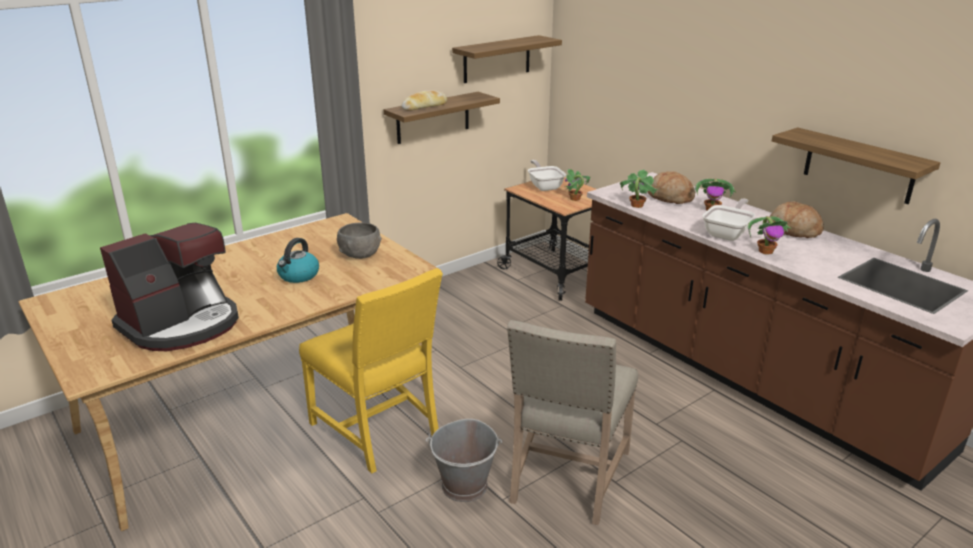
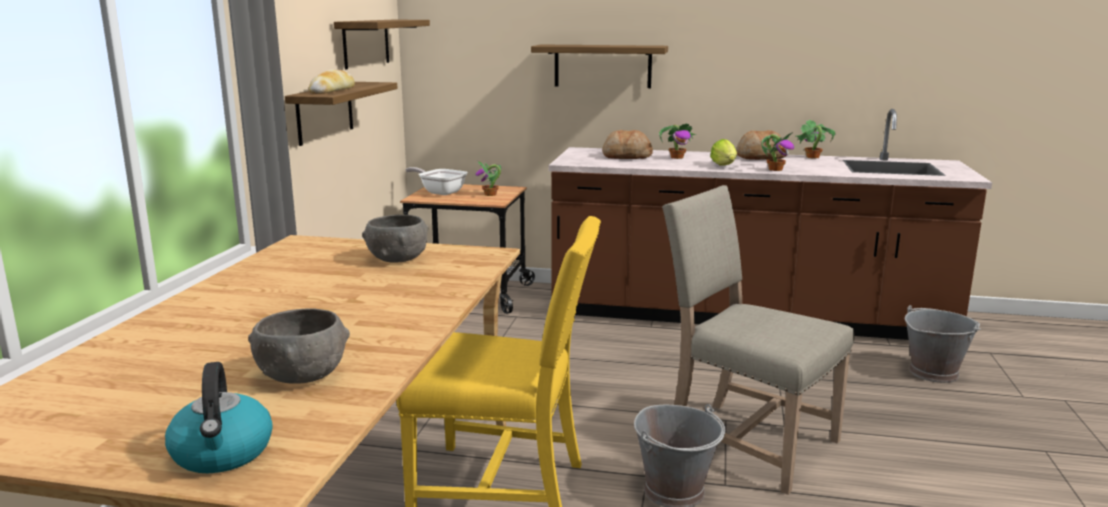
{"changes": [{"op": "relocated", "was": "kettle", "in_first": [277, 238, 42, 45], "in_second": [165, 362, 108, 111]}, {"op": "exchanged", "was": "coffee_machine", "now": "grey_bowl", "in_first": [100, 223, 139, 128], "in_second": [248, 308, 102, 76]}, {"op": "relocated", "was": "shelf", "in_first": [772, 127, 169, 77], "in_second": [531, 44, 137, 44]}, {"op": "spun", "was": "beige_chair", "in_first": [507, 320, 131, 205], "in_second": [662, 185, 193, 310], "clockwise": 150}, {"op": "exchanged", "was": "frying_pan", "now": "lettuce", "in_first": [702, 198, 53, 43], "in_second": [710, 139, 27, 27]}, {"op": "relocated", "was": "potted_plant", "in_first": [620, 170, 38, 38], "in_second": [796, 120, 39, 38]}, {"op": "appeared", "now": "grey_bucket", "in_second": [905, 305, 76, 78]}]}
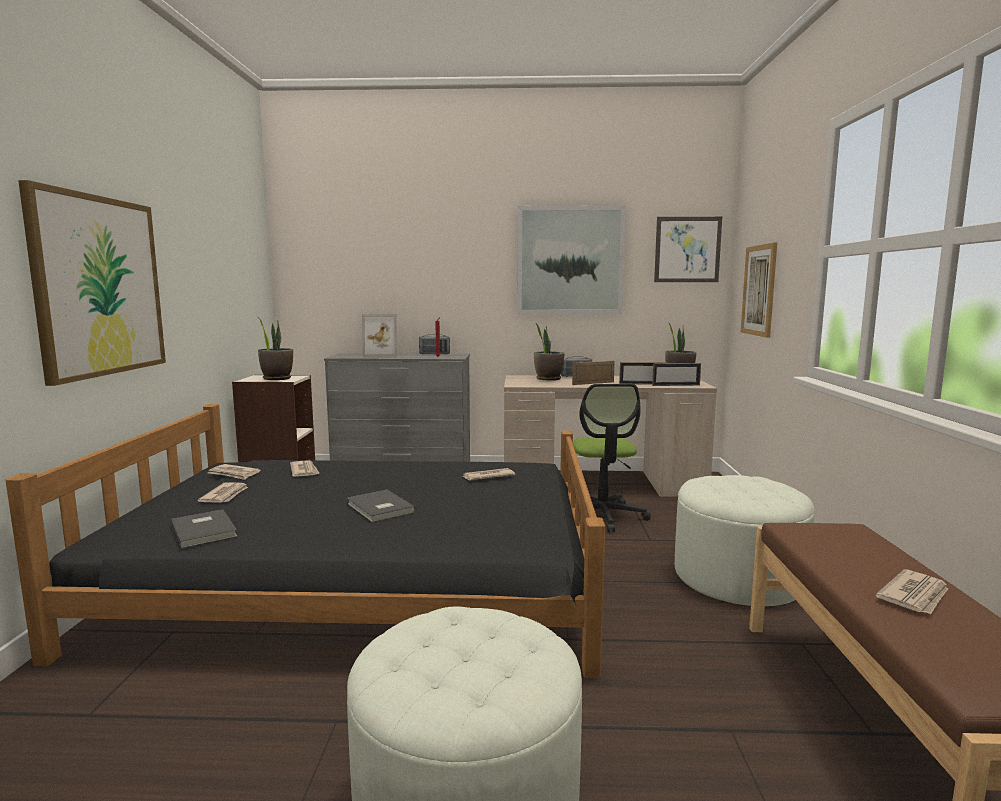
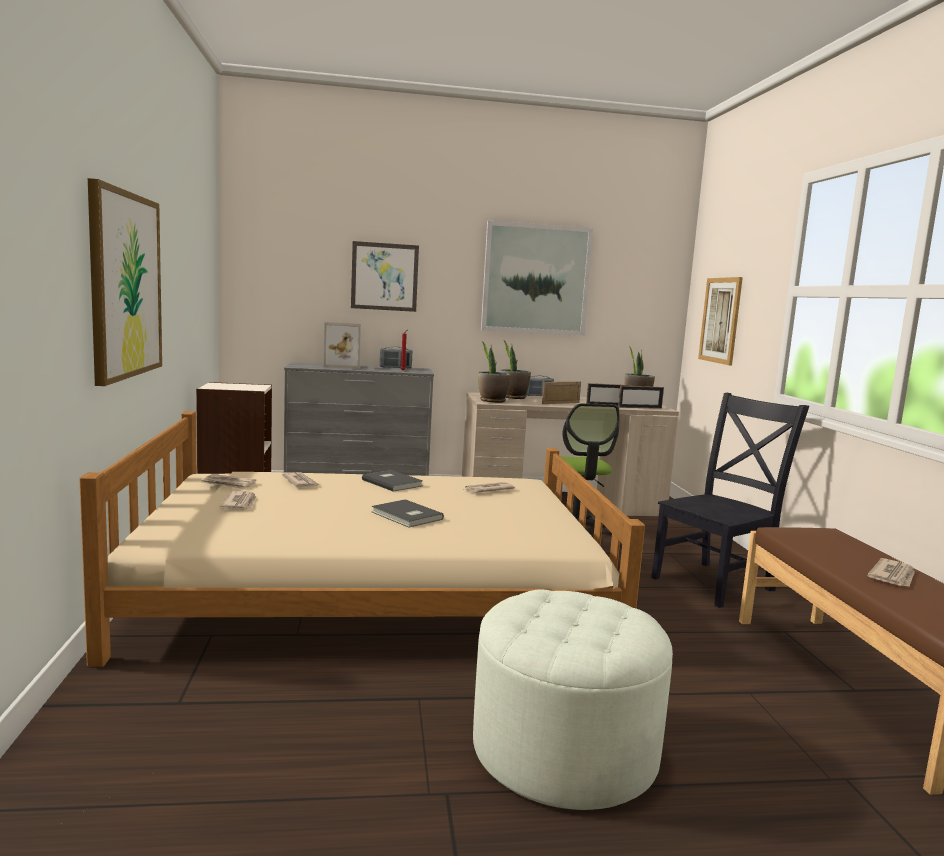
{"changes": [{"op": "colour", "was": "black_bed", "now": "beige_bed", "in_first": [6, 404, 599, 274], "in_second": [79, 411, 566, 256]}, {"op": "relocated", "was": "picture", "in_first": [654, 217, 68, 65], "in_second": [351, 241, 68, 71]}, {"op": "relocated", "was": "grey_book", "in_first": [170, 510, 68, 39], "in_second": [362, 470, 61, 21]}, {"op": "relocated", "was": "potted_plant", "in_first": [258, 317, 35, 63], "in_second": [478, 341, 33, 62]}, {"op": "exchanged", "was": "white_ottoman", "now": "black_chair", "in_first": [675, 475, 139, 131], "in_second": [651, 393, 158, 215]}]}
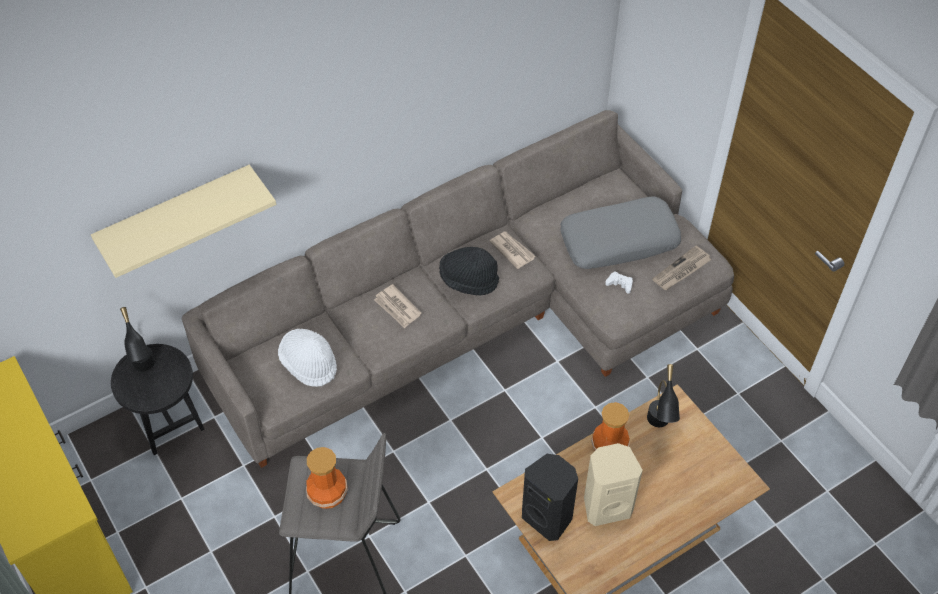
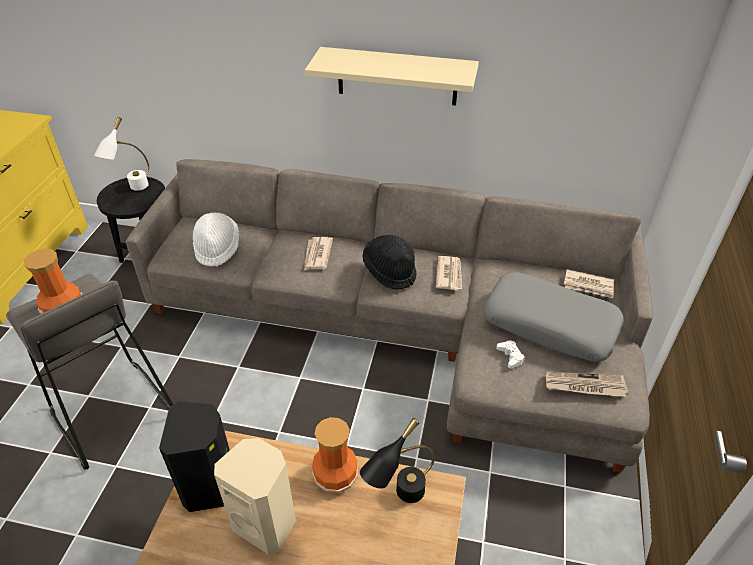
{"changes": [{"op": "colour", "was": "black_table_lamp", "now": "white_table_lamp", "in_first": [120, 307, 35, 65], "in_second": [94, 117, 55, 74]}, {"op": "relocated", "was": "beige_shelf", "in_first": [91, 165, 185, 113], "in_second": [305, 47, 174, 58]}, {"op": "appeared", "now": "newspaper", "in_second": [564, 269, 50, 29]}]}
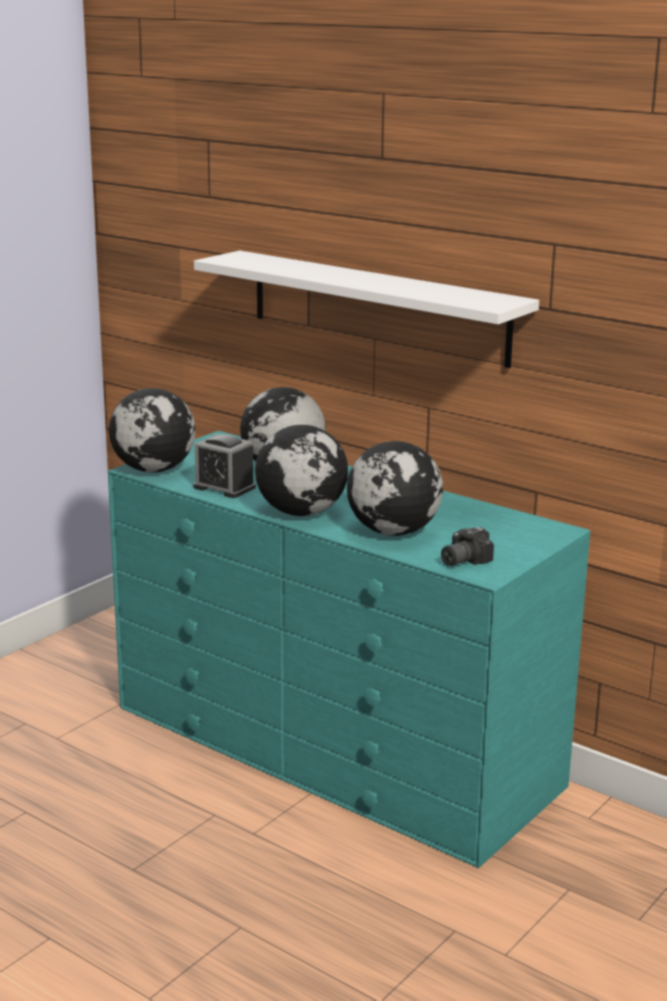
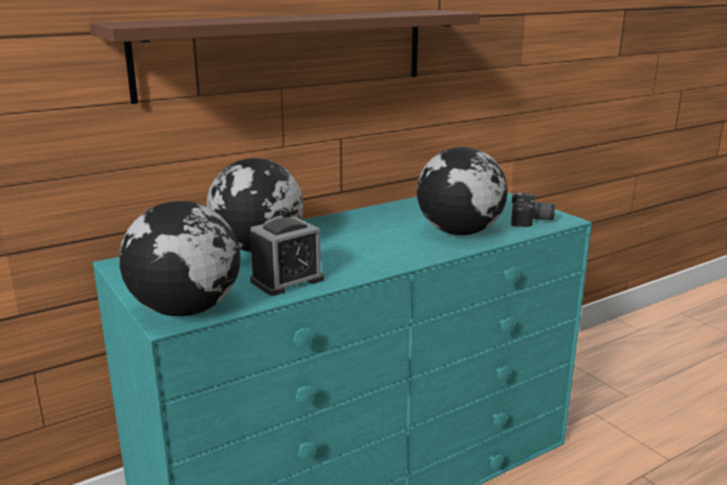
{"changes": [{"op": "colour", "was": "white_shelf", "now": "brown_shelf", "in_first": [194, 251, 345, 117], "in_second": [90, 10, 390, 94]}, {"op": "spun", "was": "photo_camera", "in_first": [441, 527, 53, 39], "in_second": [511, 192, 44, 35], "clockwise": -60}, {"op": "missing", "was": "globe", "in_first": [255, 425, 93, 91]}]}
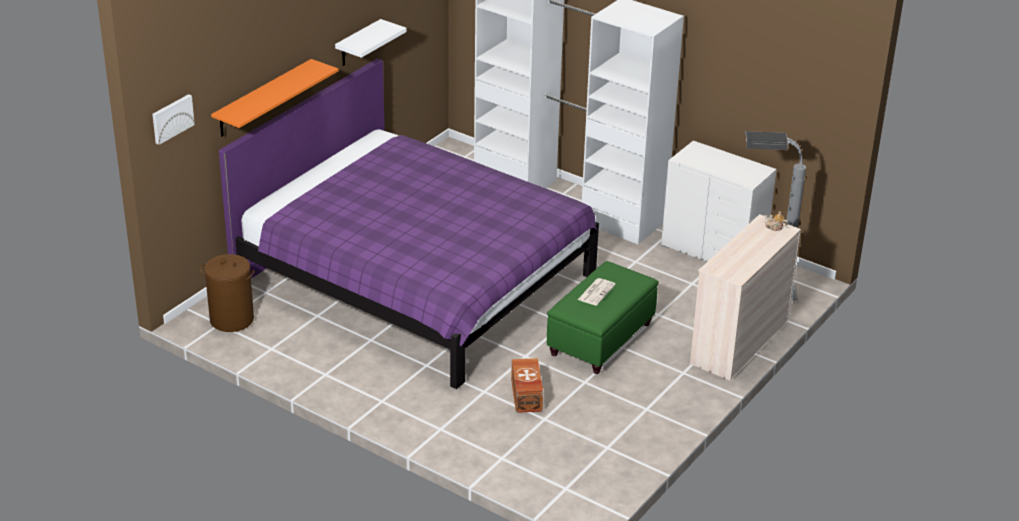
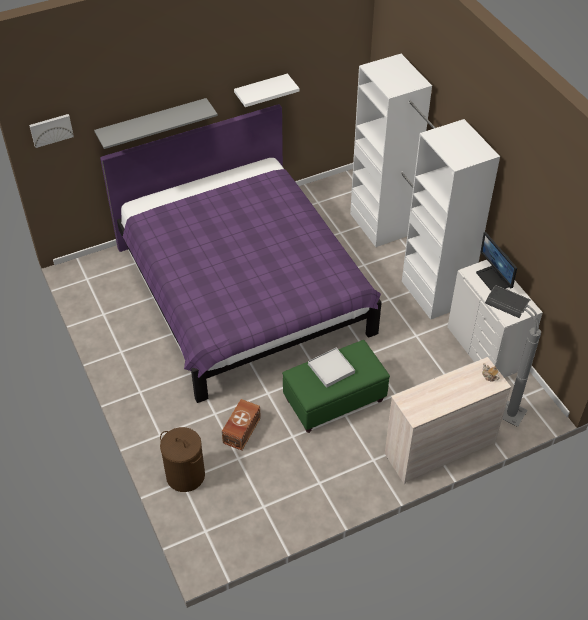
{"changes": [{"op": "colour", "was": "orange_shelf", "now": "grey_shelf", "in_first": [211, 59, 128, 78], "in_second": [94, 98, 124, 51]}, {"op": "relocated", "was": "brown_laundry_basket", "in_first": [200, 254, 55, 78], "in_second": [160, 427, 45, 65]}, {"op": "exchanged", "was": "newspaper", "now": "white_tray", "in_first": [578, 278, 38, 28], "in_second": [308, 348, 47, 40]}, {"op": "appeared", "now": "monitor", "in_second": [476, 232, 41, 59]}]}
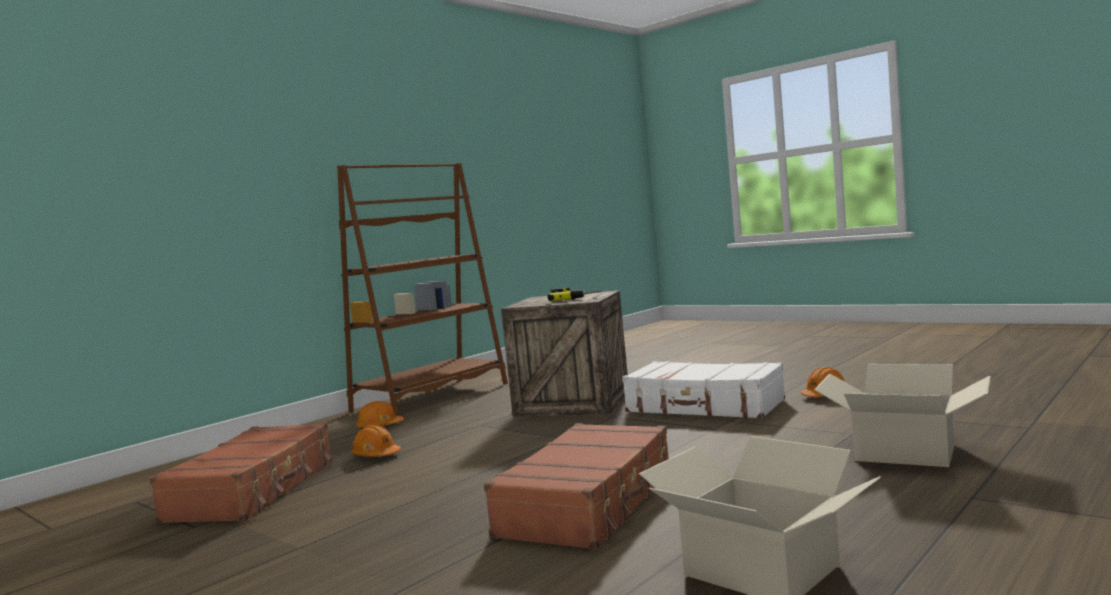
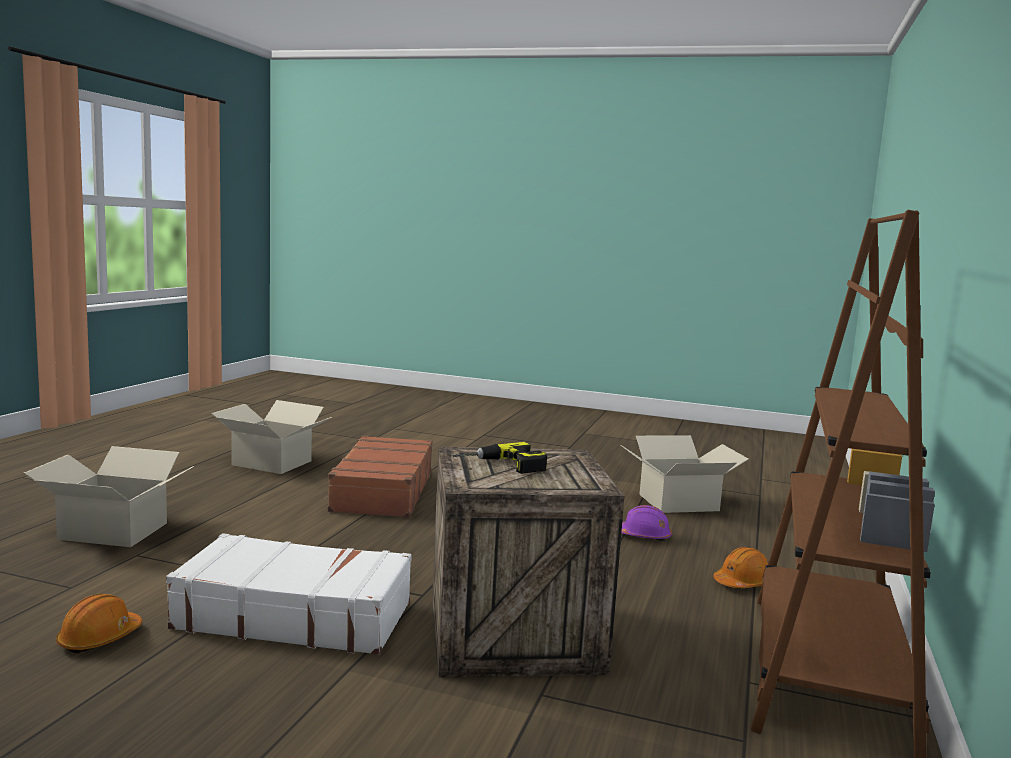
{"changes": [{"op": "exchanged", "was": "brown_suitcase", "now": "cardboard_box", "in_first": [149, 423, 183, 101], "in_second": [621, 435, 128, 78]}, {"op": "colour", "was": "orange_hard_hat", "now": "purple_hard_hat", "in_first": [351, 425, 50, 32], "in_second": [621, 505, 51, 36]}]}
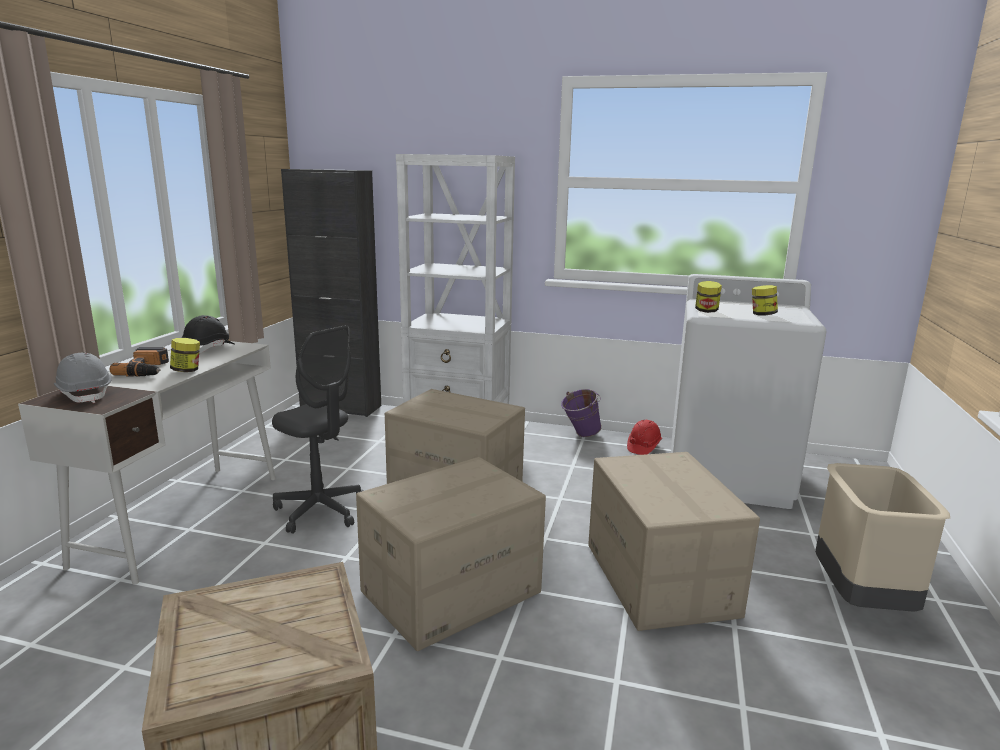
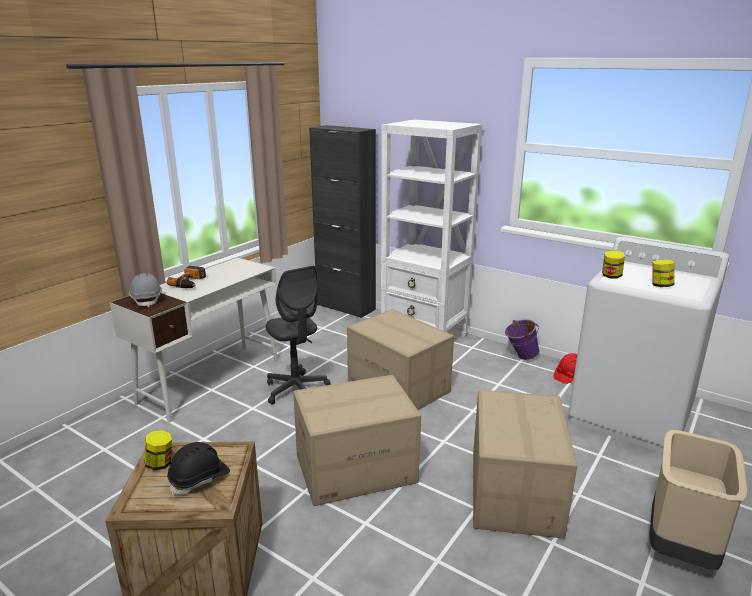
{"changes": [{"op": "relocated", "was": "jar", "in_first": [170, 338, 30, 34], "in_second": [144, 430, 28, 40]}, {"op": "relocated", "was": "black_hard_hat", "in_first": [182, 315, 52, 39], "in_second": [167, 442, 63, 53]}]}
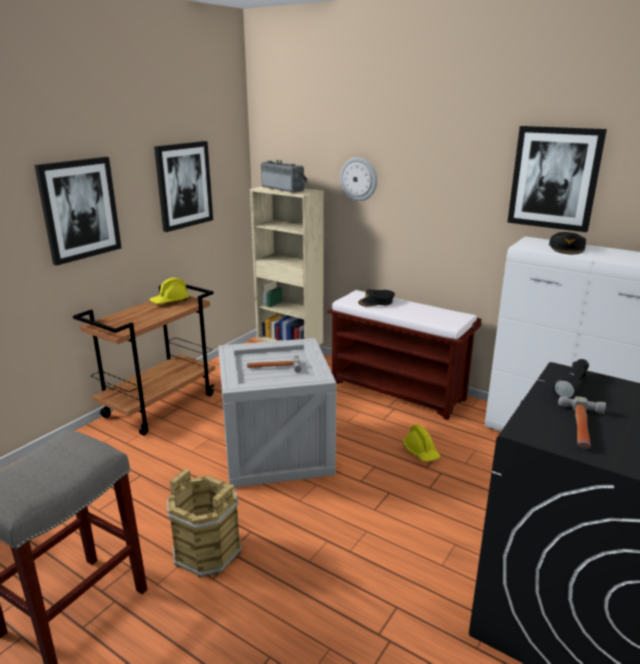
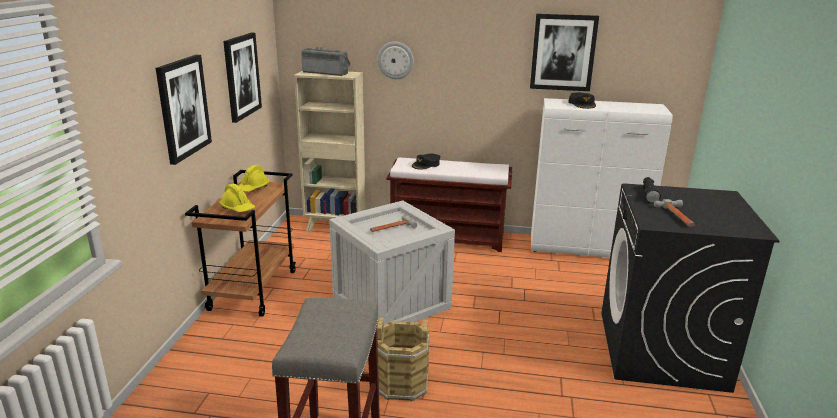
{"changes": [{"op": "relocated", "was": "yellow_hard_hat", "in_first": [403, 424, 38, 38], "in_second": [219, 184, 37, 28]}]}
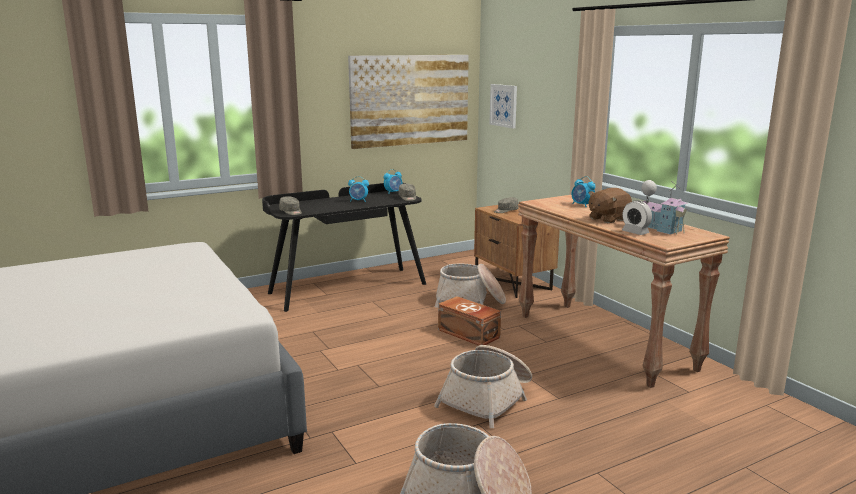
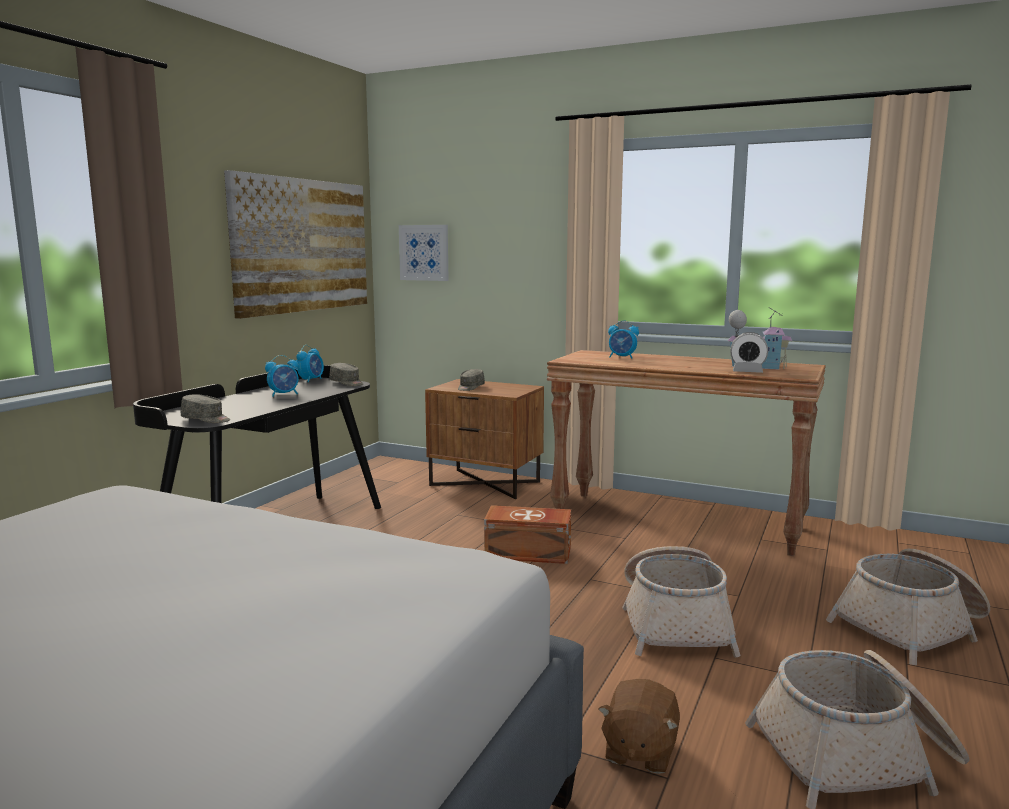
{"changes": [{"op": "relocated", "was": "brown_plush_toy", "in_first": [589, 188, 43, 35], "in_second": [598, 679, 82, 95]}, {"op": "relocated", "was": "basket", "in_first": [435, 264, 71, 44], "in_second": [826, 549, 164, 116]}]}
